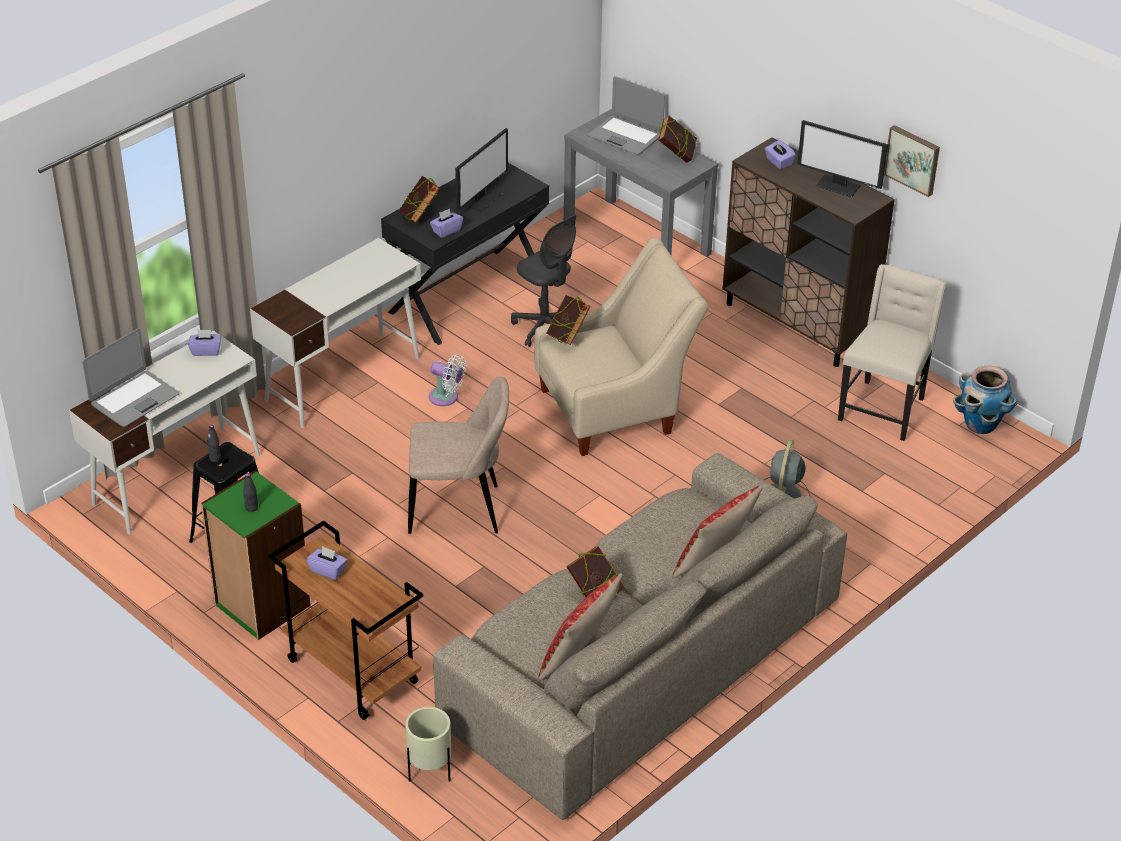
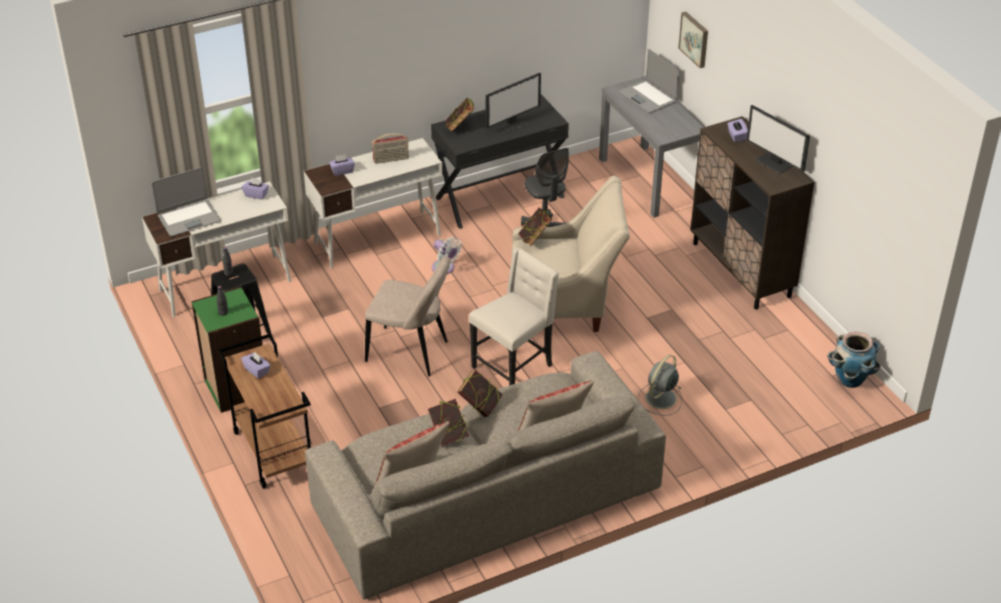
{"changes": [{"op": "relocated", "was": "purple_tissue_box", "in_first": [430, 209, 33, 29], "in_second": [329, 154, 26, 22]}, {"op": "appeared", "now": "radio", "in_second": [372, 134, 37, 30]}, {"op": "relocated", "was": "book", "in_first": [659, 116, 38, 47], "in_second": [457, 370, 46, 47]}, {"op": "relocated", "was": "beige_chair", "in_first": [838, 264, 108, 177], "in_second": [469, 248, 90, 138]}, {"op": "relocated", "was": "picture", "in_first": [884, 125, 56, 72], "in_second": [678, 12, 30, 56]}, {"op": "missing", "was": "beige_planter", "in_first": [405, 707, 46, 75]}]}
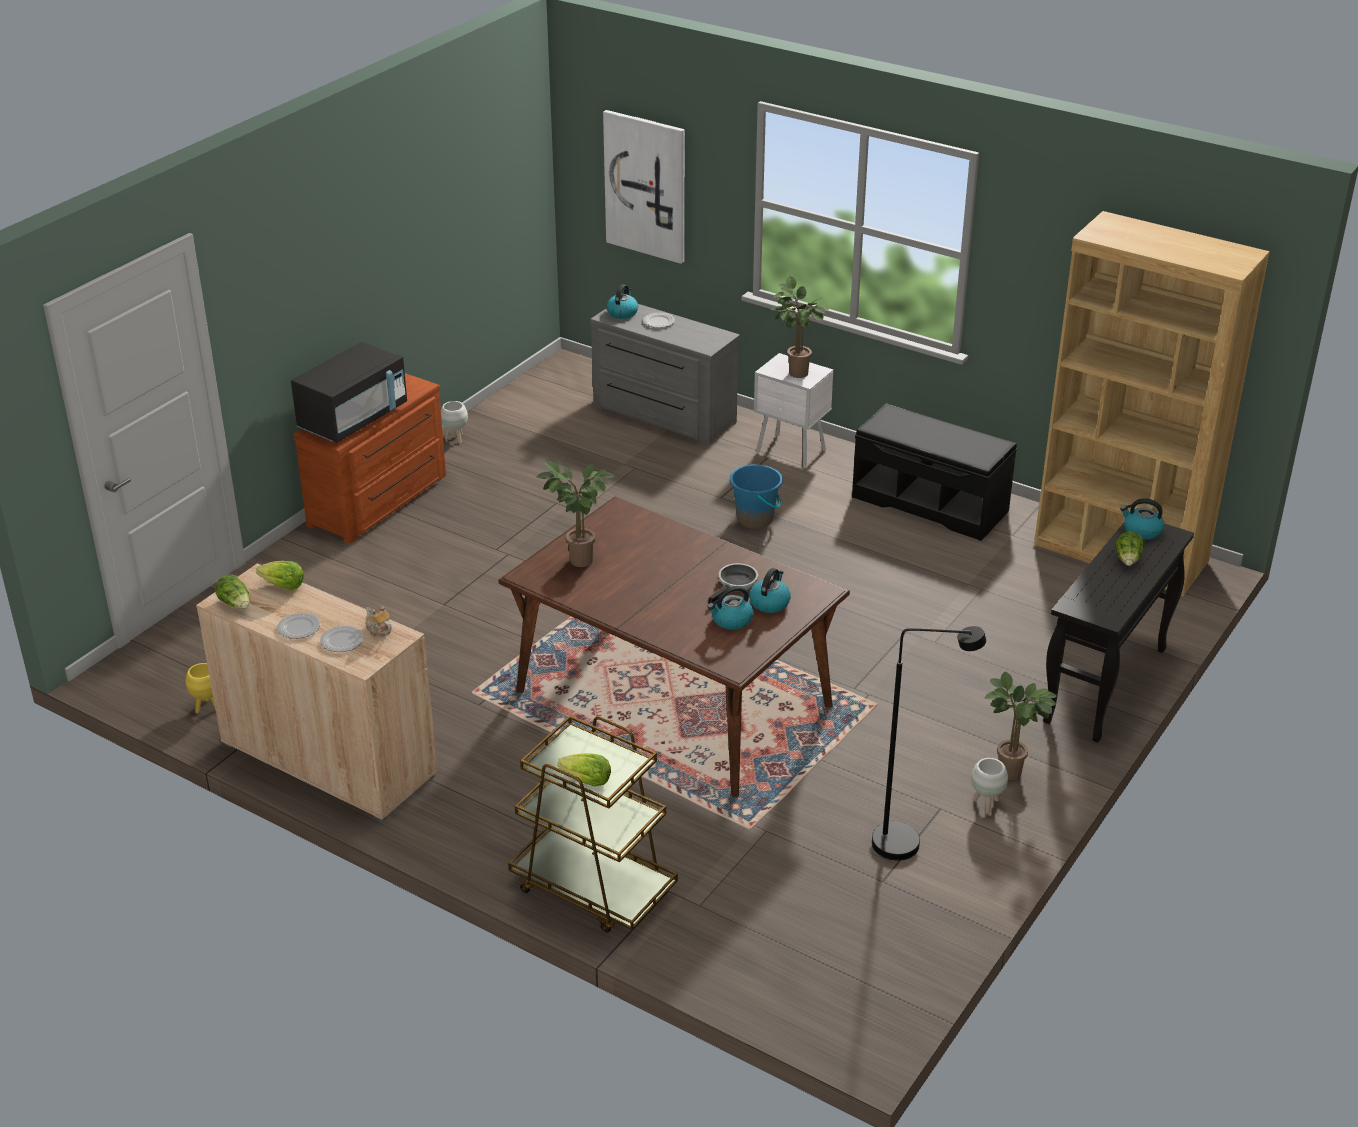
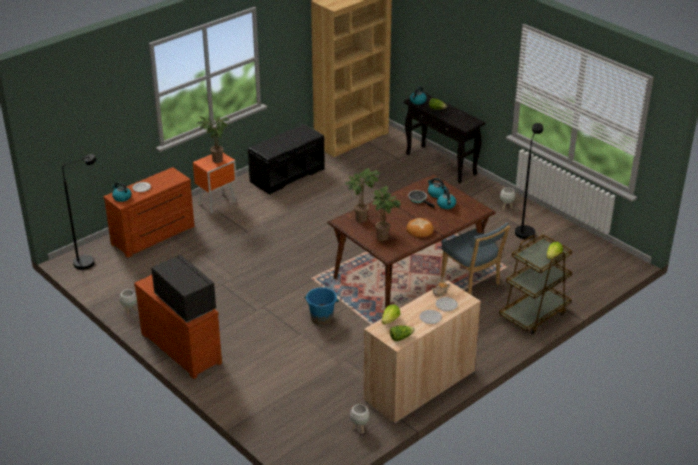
{"changes": [{"op": "appeared", "now": "black_floor_lamp", "in_second": [62, 154, 34, 116]}, {"op": "colour", "was": "grey_dresser", "now": "brown_dresser", "in_first": [590, 304, 150, 141], "in_second": [103, 167, 92, 91]}, {"op": "colour", "was": "white_nightstand", "now": "orange_nightstand", "in_first": [754, 353, 80, 116], "in_second": [193, 153, 44, 61]}, {"op": "relocated", "was": "blue_bucket", "in_first": [730, 464, 53, 65], "in_second": [304, 287, 35, 39]}, {"op": "relocated", "was": "potted_plant", "in_first": [984, 672, 73, 108], "in_second": [345, 168, 36, 55]}, {"op": "colour", "was": "yellow_planter", "now": "white_planter", "in_first": [186, 663, 29, 50], "in_second": [350, 404, 20, 30]}, {"op": "appeared", "now": "bread", "in_second": [406, 218, 28, 19]}, {"op": "appeared", "now": "blue_chair", "in_second": [441, 222, 69, 73]}, {"op": "missing", "was": "picture", "in_first": [603, 110, 81, 154]}]}
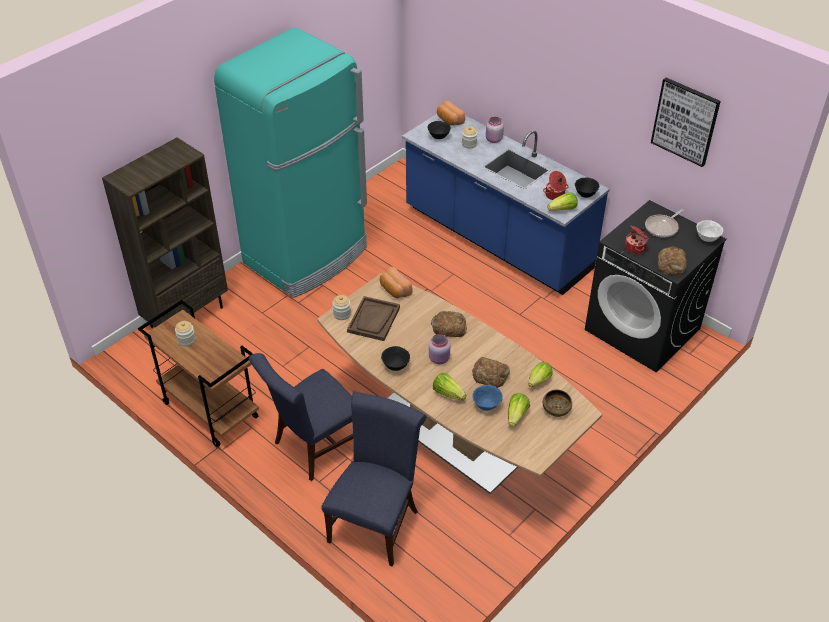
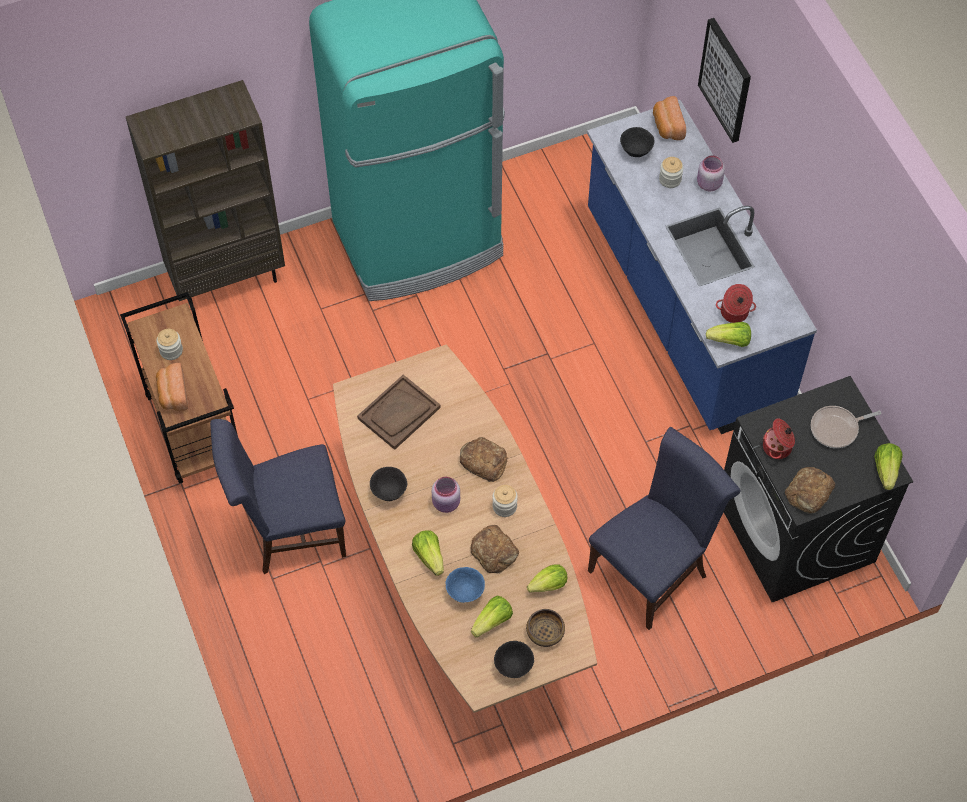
{"changes": [{"op": "relocated", "was": "bread", "in_first": [380, 267, 33, 31], "in_second": [156, 363, 32, 48]}, {"op": "relocated", "was": "jar", "in_first": [332, 295, 19, 25], "in_second": [493, 485, 25, 32]}, {"op": "relocated", "was": "black_bowl", "in_first": [575, 177, 24, 21], "in_second": [494, 641, 40, 37]}, {"op": "relocated", "was": "blue_chair", "in_first": [321, 392, 105, 175], "in_second": [588, 427, 153, 203]}, {"op": "relocated", "was": "picture", "in_first": [651, 78, 70, 89], "in_second": [698, 18, 53, 125]}, {"op": "exchanged", "was": "white_bowl", "now": "lettuce", "in_first": [696, 220, 27, 22], "in_second": [874, 443, 29, 47]}]}
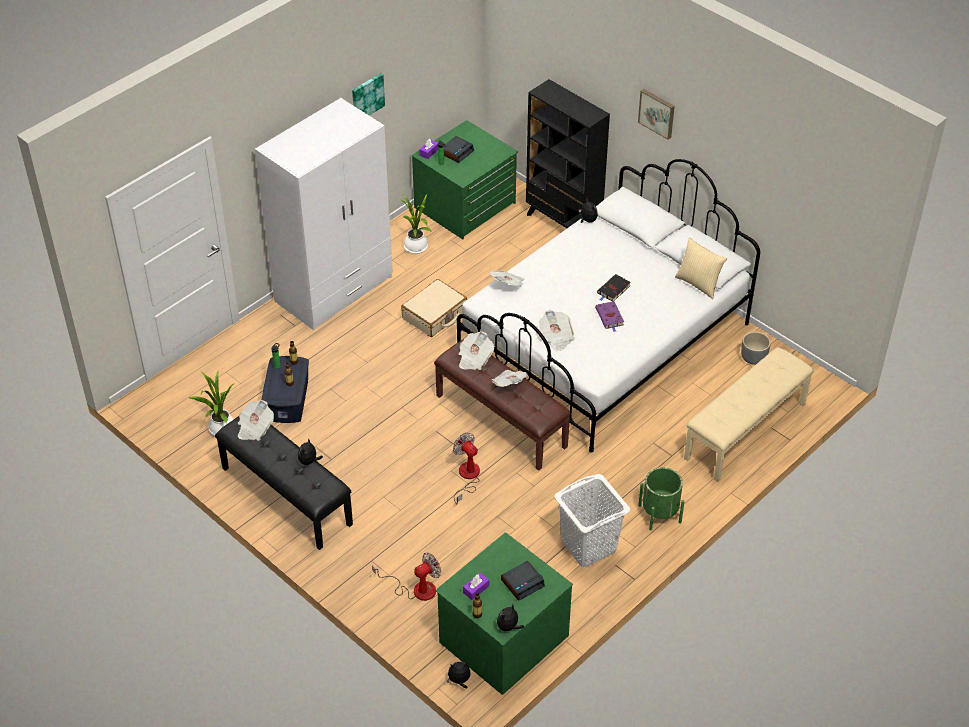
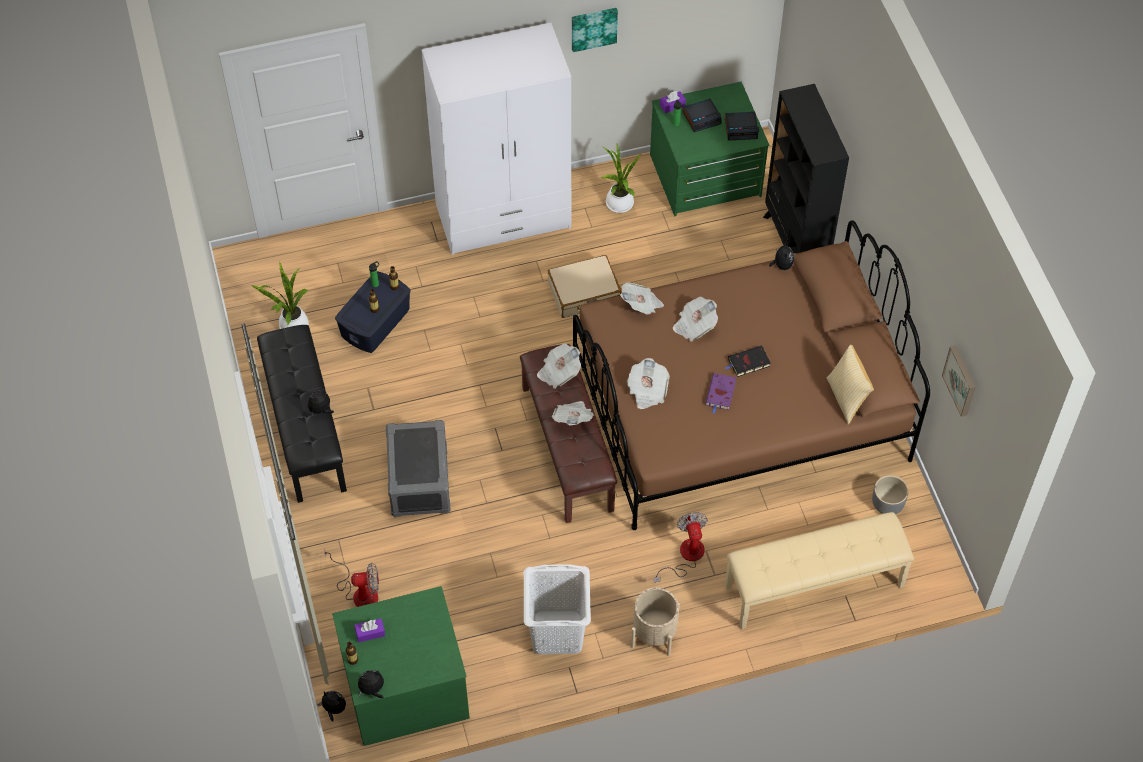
{"changes": [{"op": "appeared", "now": "grey_storage_box", "in_second": [386, 420, 65, 97]}, {"op": "colour", "was": "white_bed", "now": "brown_bed", "in_first": [457, 159, 303, 294], "in_second": [573, 220, 357, 310]}, {"op": "colour", "was": "green_planter", "now": "beige_planter", "in_first": [638, 467, 47, 64], "in_second": [631, 588, 49, 68]}, {"op": "relocated", "was": "fan", "in_first": [453, 433, 27, 71], "in_second": [654, 512, 54, 71]}, {"op": "relocated", "was": "newspaper", "in_first": [238, 400, 36, 41], "in_second": [673, 297, 45, 45]}, {"op": "relocated", "was": "alarm_clock", "in_first": [501, 561, 44, 40], "in_second": [725, 112, 34, 28]}, {"op": "relocated", "was": "picture", "in_first": [638, 89, 37, 51], "in_second": [942, 345, 34, 72]}]}
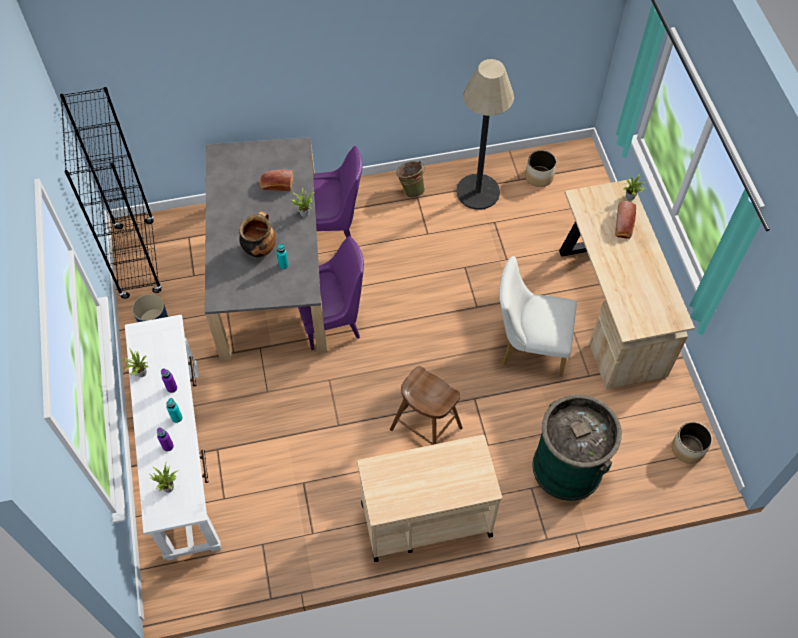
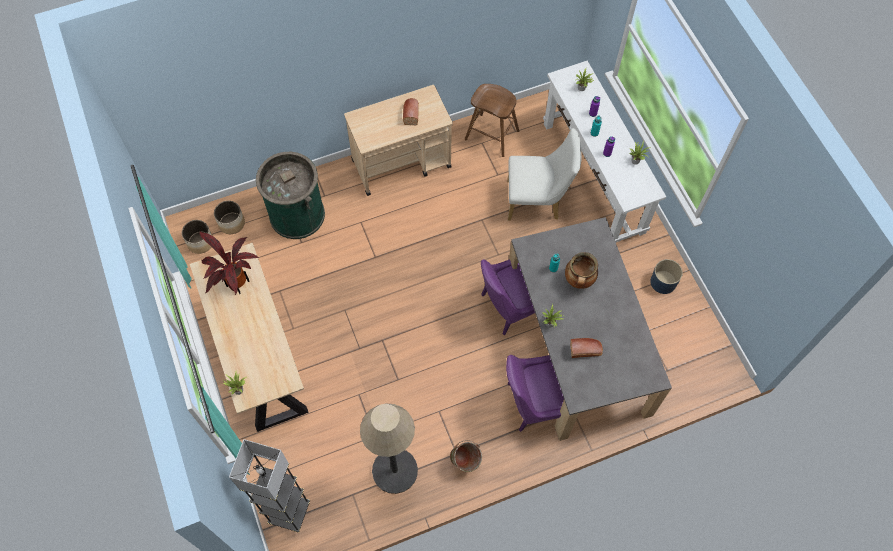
{"changes": [{"op": "appeared", "now": "potted_plant", "in_second": [200, 232, 58, 63]}, {"op": "relocated", "was": "planter", "in_first": [525, 150, 32, 37], "in_second": [214, 201, 31, 33]}, {"op": "appeared", "now": "grey_floor_lamp", "in_second": [229, 439, 81, 94]}, {"op": "relocated", "was": "bread", "in_first": [615, 201, 21, 38], "in_second": [403, 98, 16, 27]}, {"op": "relocated", "was": "brown_stool", "in_first": [390, 366, 73, 79], "in_second": [465, 84, 54, 73]}, {"op": "relocated", "was": "white_chair", "in_first": [499, 256, 78, 121], "in_second": [507, 128, 75, 93]}, {"op": "missing", "was": "black_bookcase", "in_first": [60, 87, 102, 212]}]}
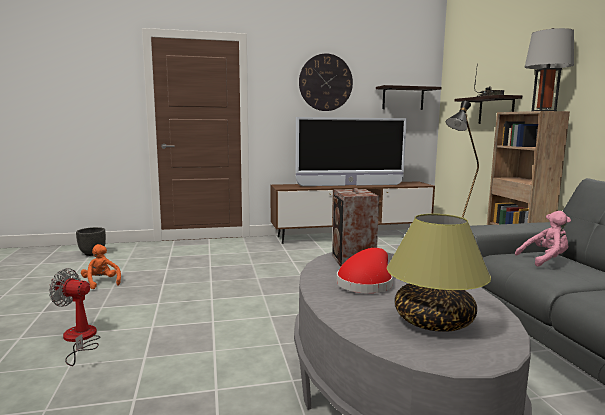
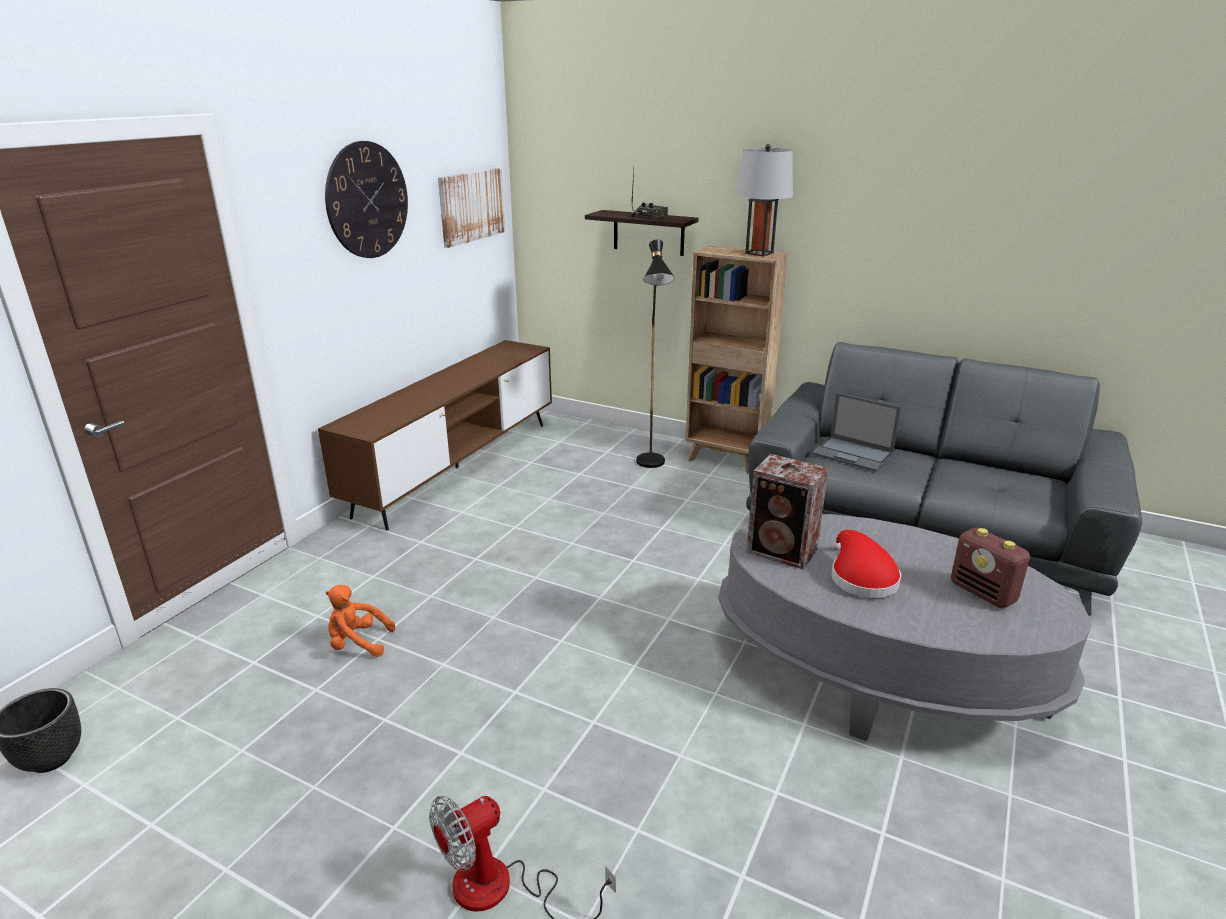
{"changes": [{"op": "relocated", "was": "orange_plush_toy", "in_first": [81, 244, 40, 45], "in_second": [326, 585, 69, 72]}, {"op": "exchanged", "was": "shelf", "now": "picture", "in_first": [376, 85, 66, 25], "in_second": [438, 168, 67, 80]}, {"op": "exchanged", "was": "pink_plush_toy", "now": "laptop", "in_first": [515, 211, 56, 56], "in_second": [812, 393, 89, 79]}, {"op": "exchanged", "was": "table_lamp", "now": "radio", "in_first": [387, 214, 104, 118], "in_second": [951, 527, 79, 81]}, {"op": "missing", "was": "television", "in_first": [296, 117, 111, 69]}]}
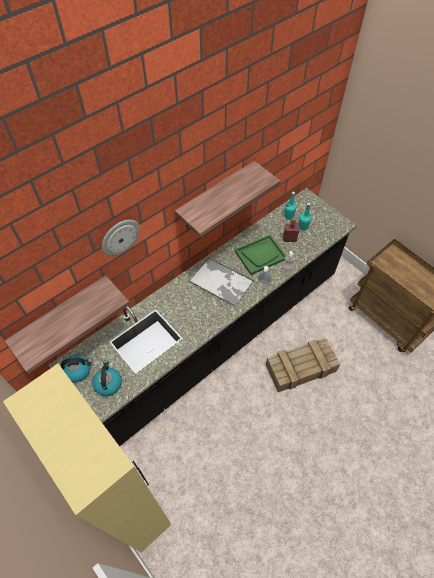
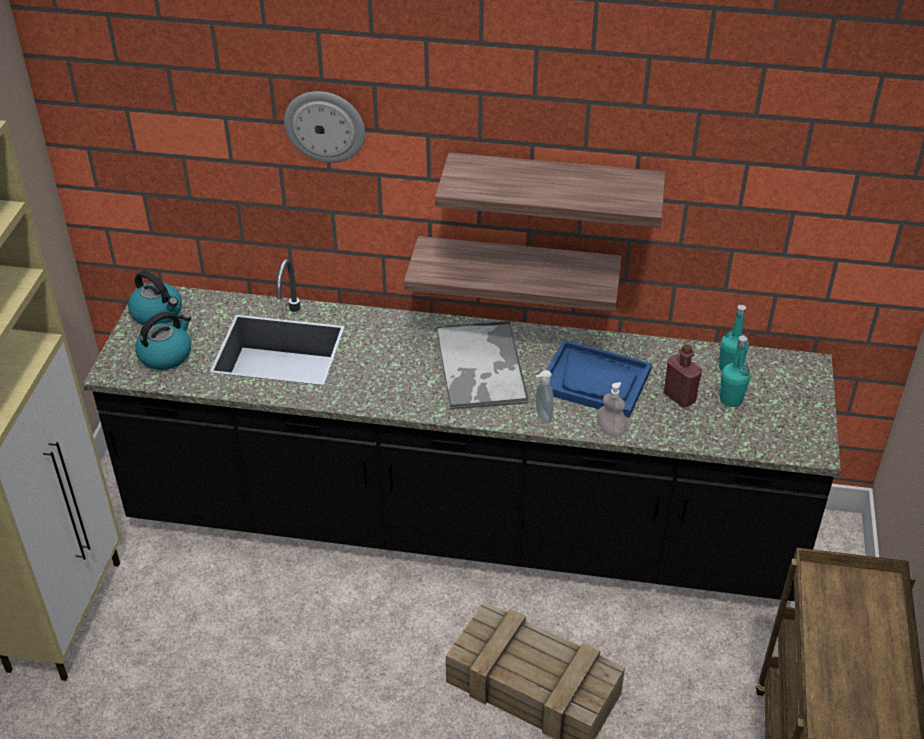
{"changes": [{"op": "relocated", "was": "shelf", "in_first": [4, 275, 126, 99], "in_second": [404, 236, 218, 76]}, {"op": "colour", "was": "green_tray", "now": "blue_tray", "in_first": [235, 234, 51, 41], "in_second": [541, 340, 111, 78]}]}
